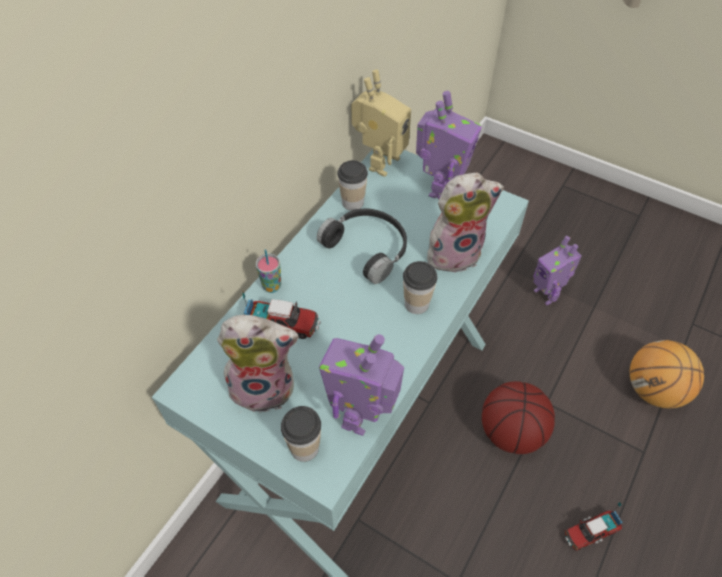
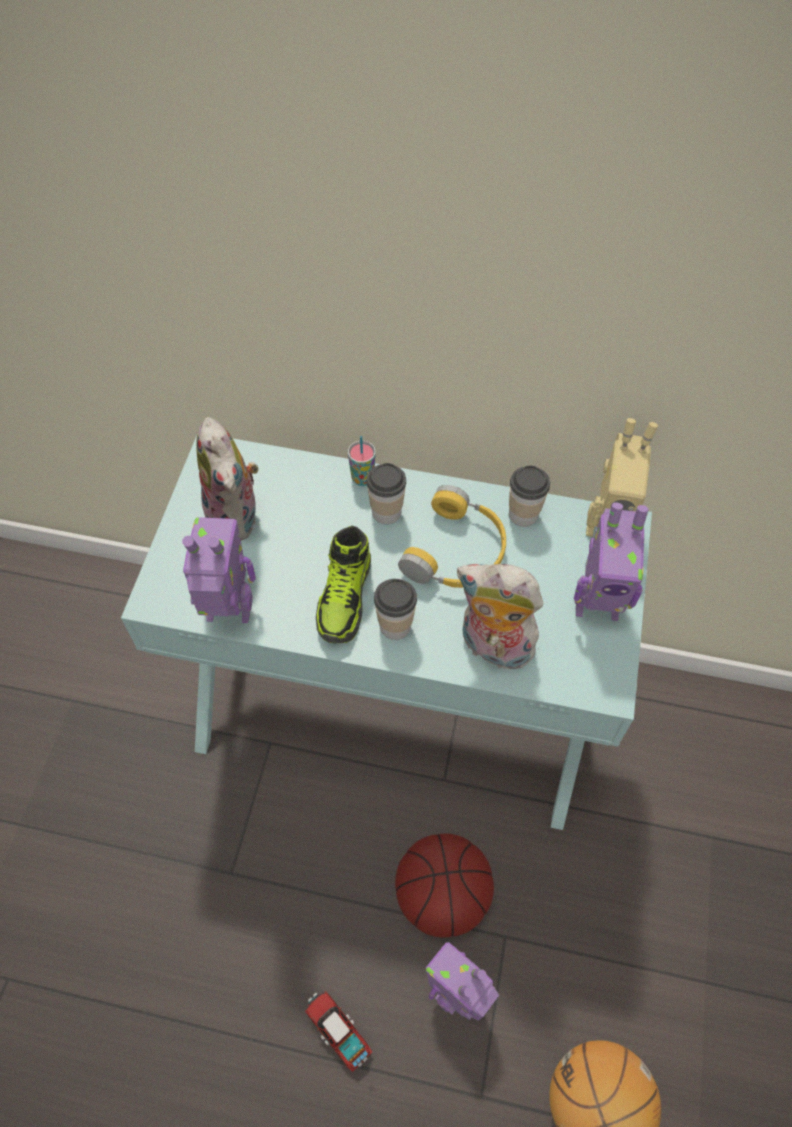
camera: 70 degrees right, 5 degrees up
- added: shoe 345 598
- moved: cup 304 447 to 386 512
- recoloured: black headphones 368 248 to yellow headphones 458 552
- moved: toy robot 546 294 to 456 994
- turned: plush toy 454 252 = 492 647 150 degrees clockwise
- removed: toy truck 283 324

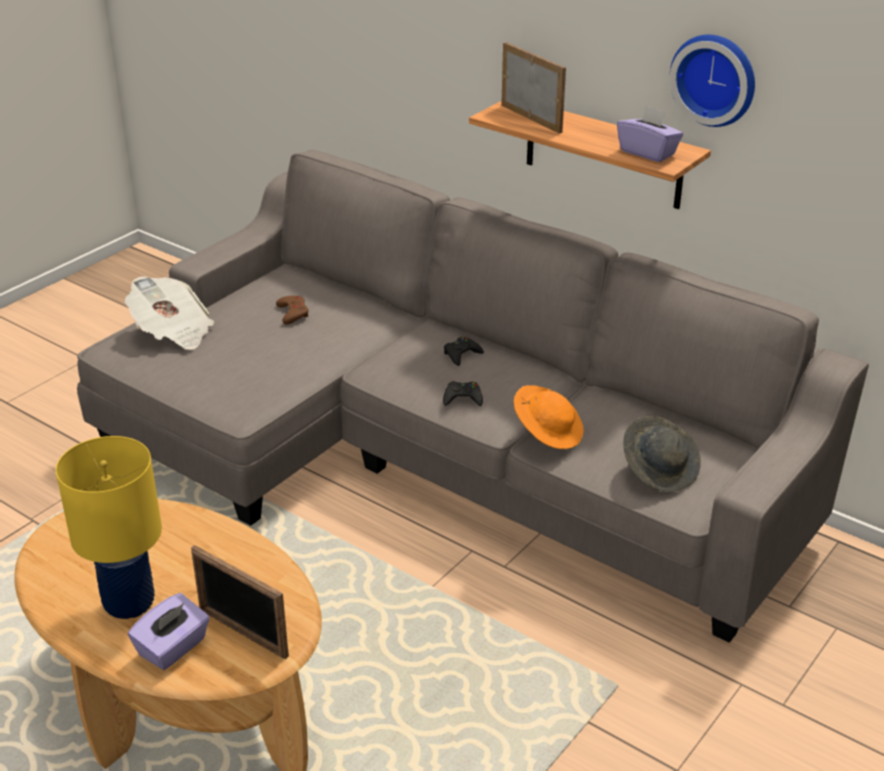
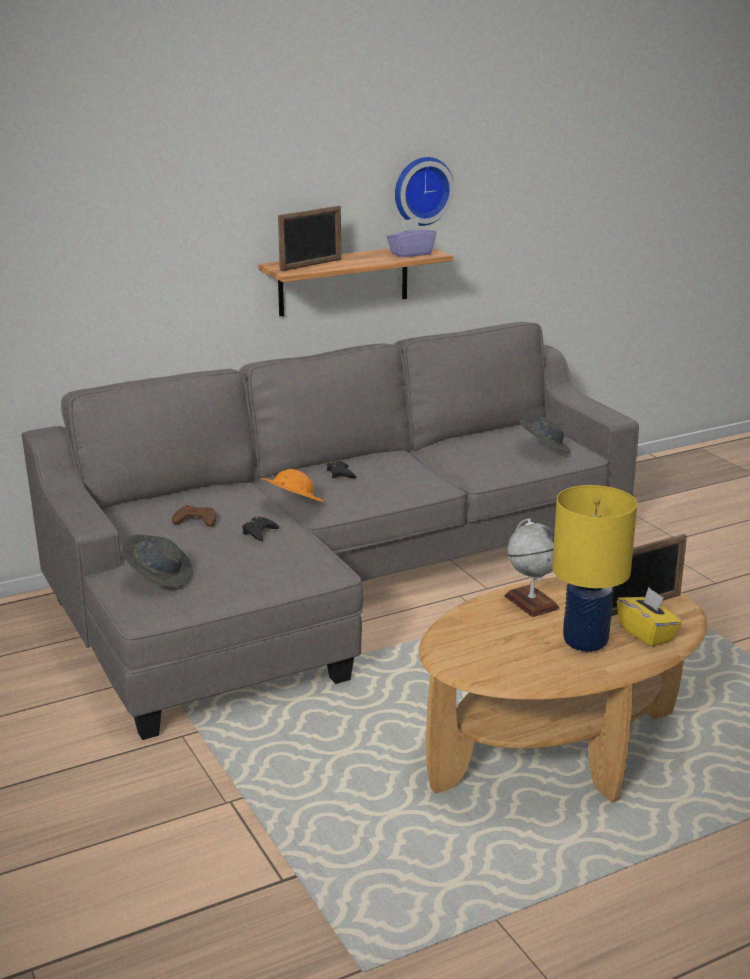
camera: 65 degrees left, 10 degrees down
- replaced: newspaper 173 332 to grey hat 159 576
- moved: black game controller 462 398 to 259 532
- moved: orange hat 548 432 to 292 504
- turned: picture frame 531 118 = 311 265 150 degrees clockwise
- added: globe 531 602
- recoloured: purple tissue box 173 648 to yellow tissue box 647 634

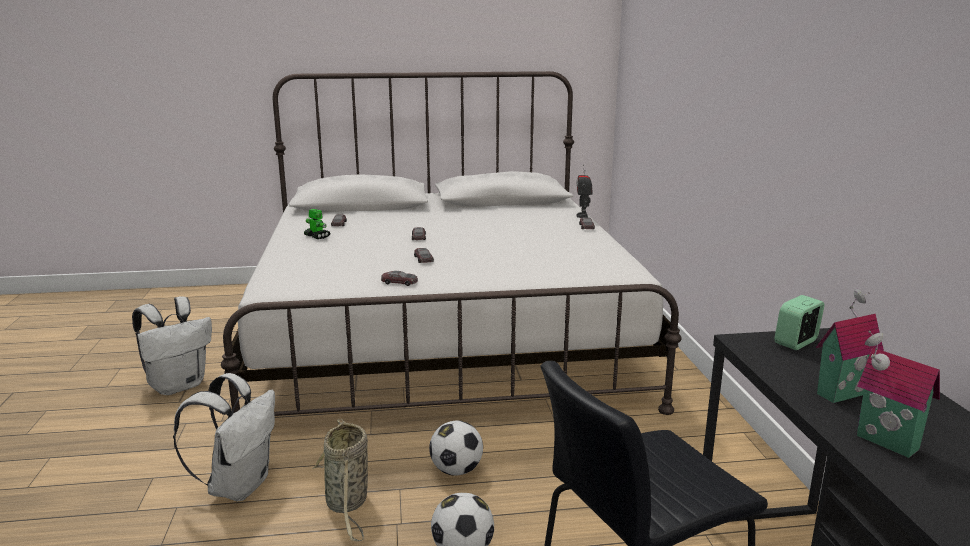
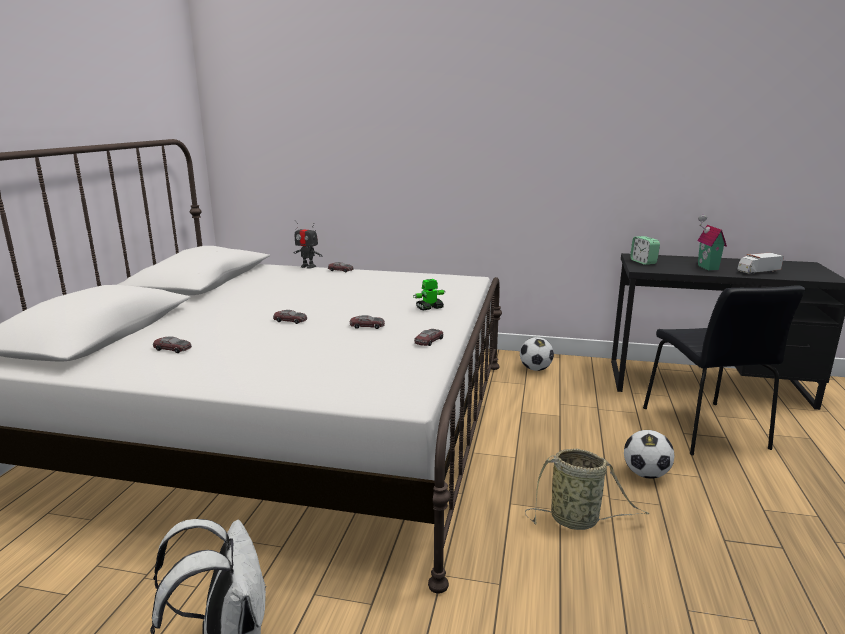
camera: 70 degrees left, 0 degrees up
- moved: toy robot 317 236 to 429 308
- moved: football 456 470 to 535 369
- replaced: toy house 884 443 to toy truck 757 272
- removed: white backpack 239 485

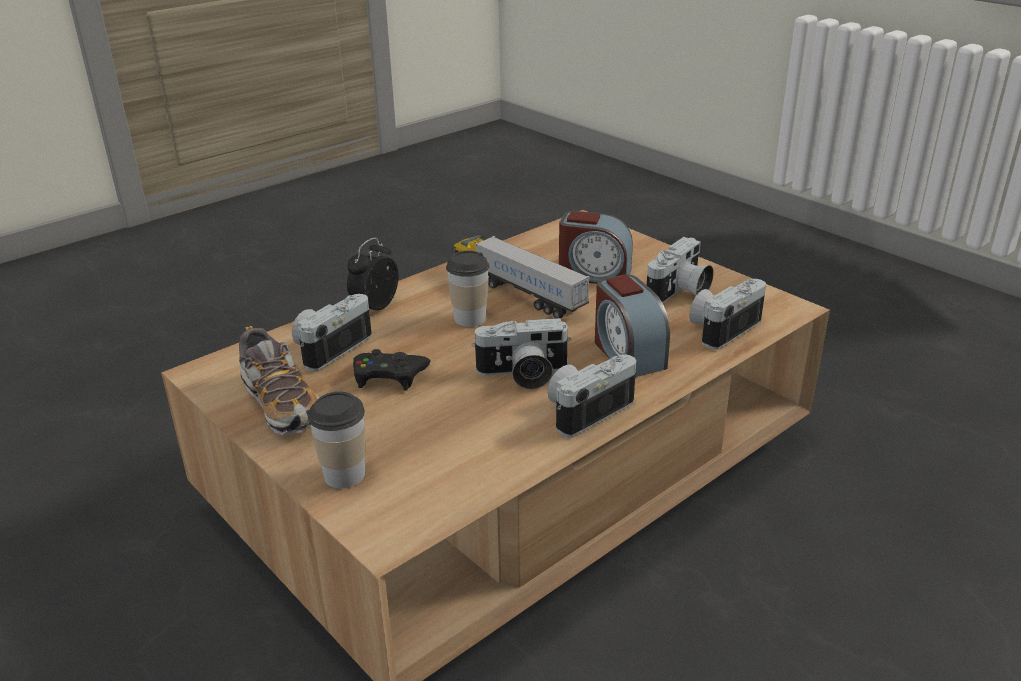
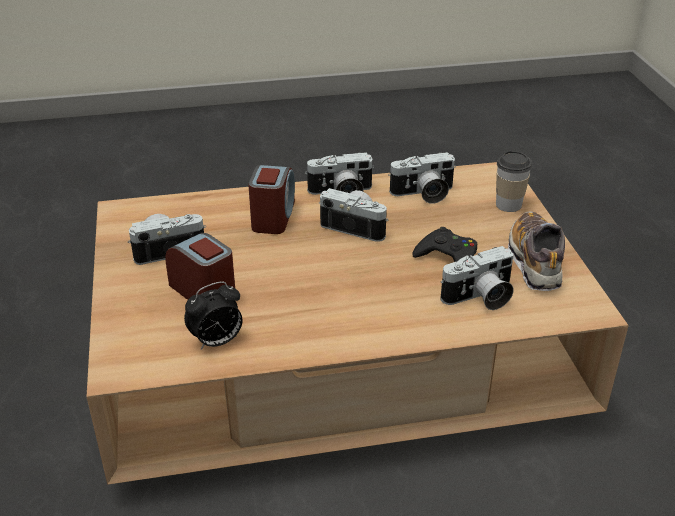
camera: 150 degrees left, 5 degrees up
- moved: alarm clock 375 307 to 217 342
- moved: photo camera 722 328 to 423 194
- removed: cup 469 318
- removed: toy truck 517 292

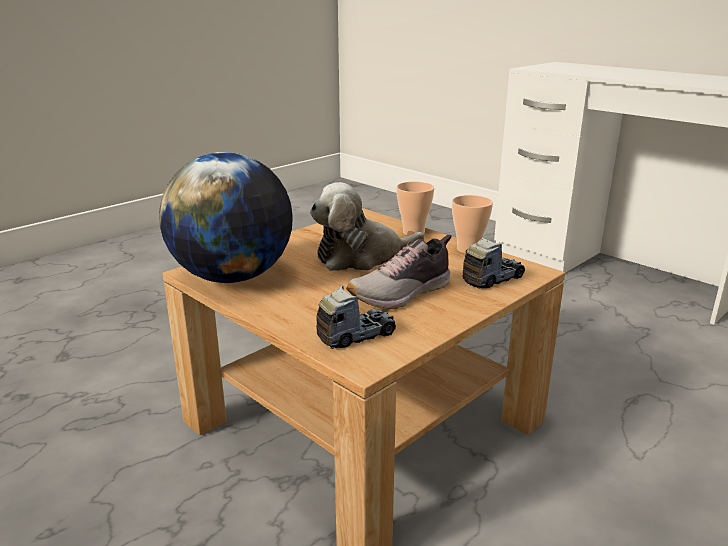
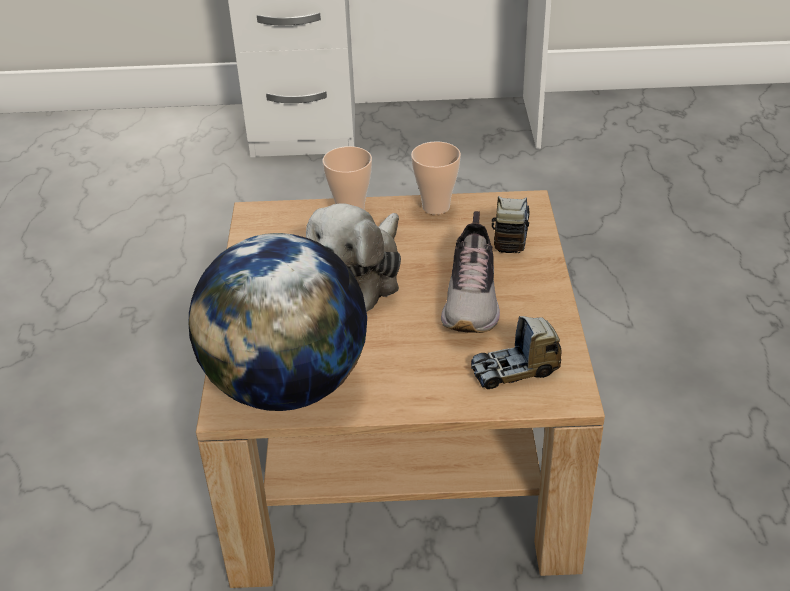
camera: 45 degrees left, 15 degrees up
- turned: toy truck 356 335 = 515 371 120 degrees counterclockwise

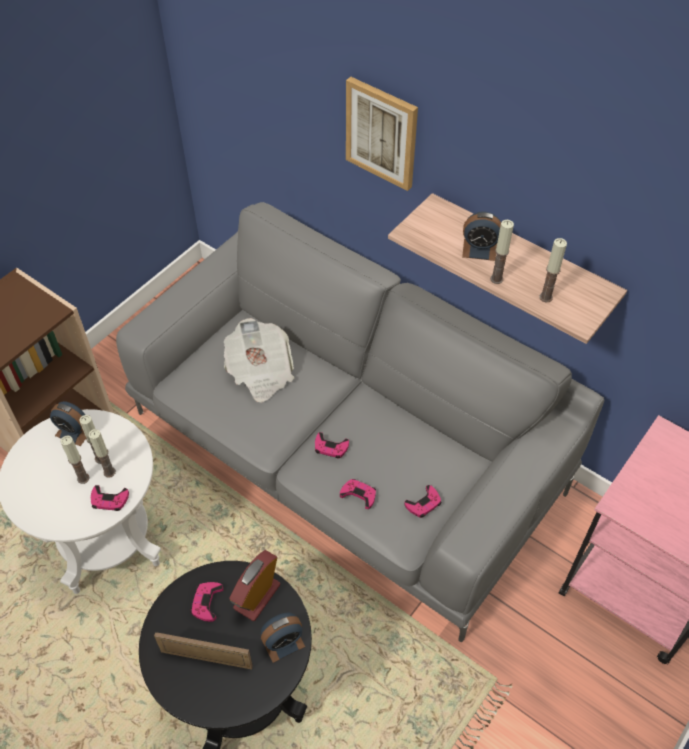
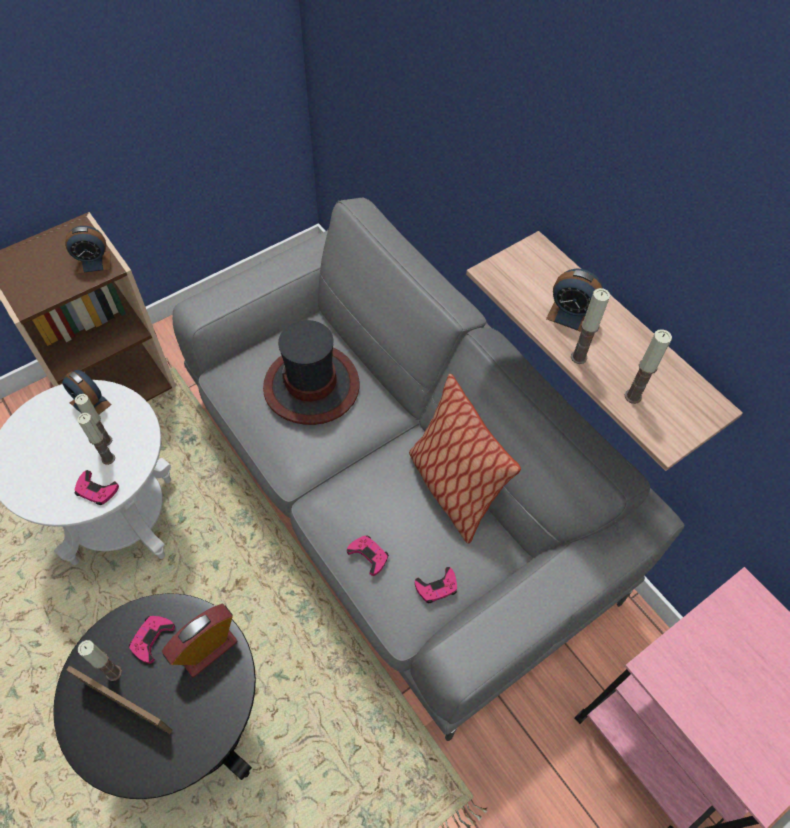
camera: 15 degrees right, 5 degrees up
- moved: alarm clock 283 642 to 94 262
- moved: candle 83 478 to 114 673
- replaced: newspaper 260 372 to hat 312 386
- added: pillow 452 488
- removed: pink game controller 330 447
- removed: picture 382 133

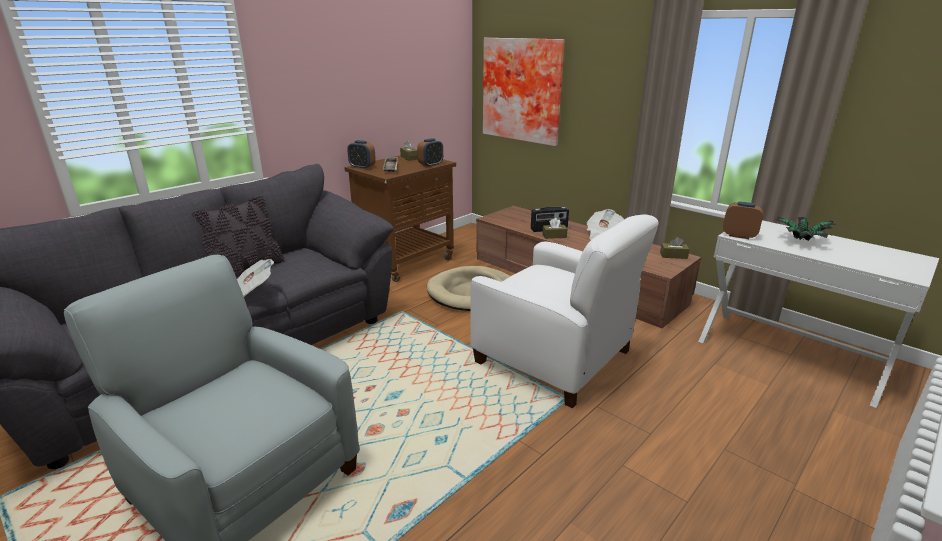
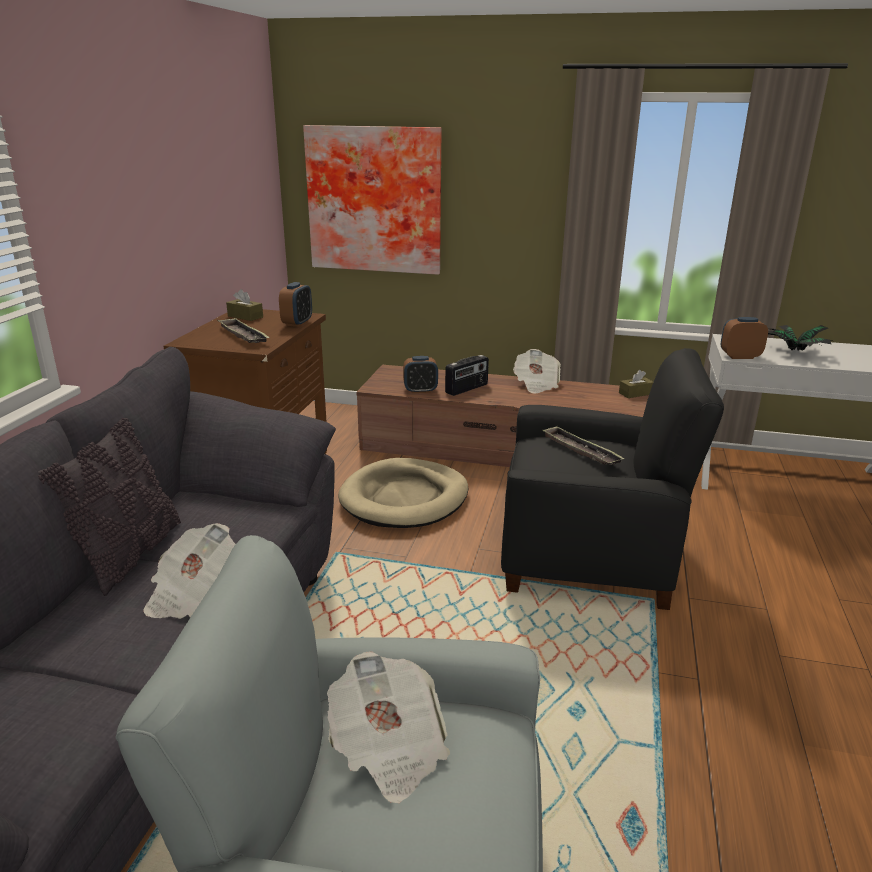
camera: 30 degrees left, 0 degrees up
- added: newspaper 389 748
- moved: alarm clock 362 167 to 420 390
- recoloured: white armchair 555 358 to black armchair 589 554
- added: tray 580 451
- removed: brown tissue box 554 236

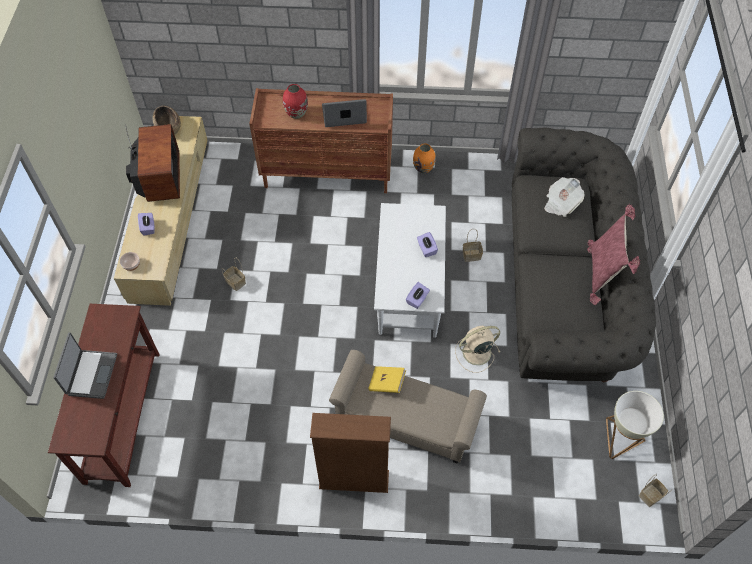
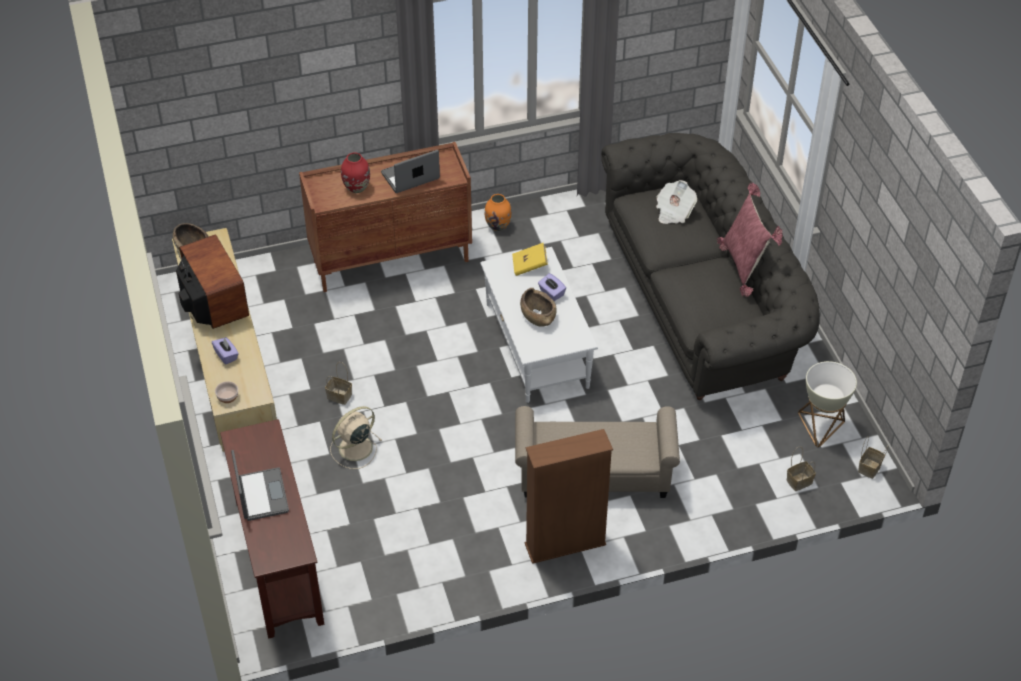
camera: 20 degrees left, 10 degrees down
- moved: beige fan 475 353 to 354 449
- moved: yellow book 387 383 to 529 266
- added: brown bowl 537 315
- moved: basket 472 255 to 799 481
- removed: purple tissue box 417 300

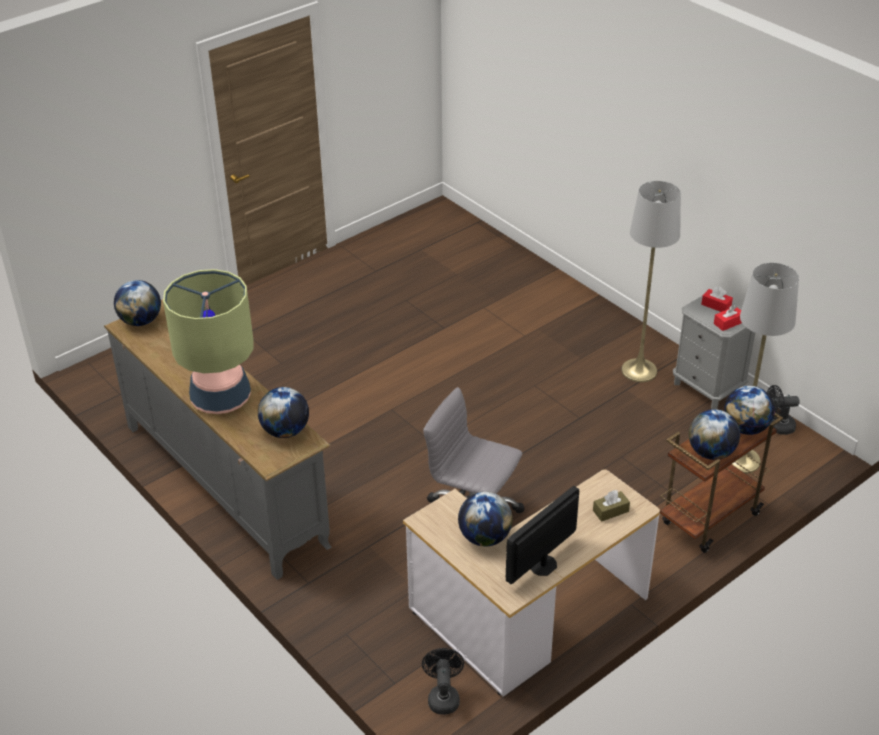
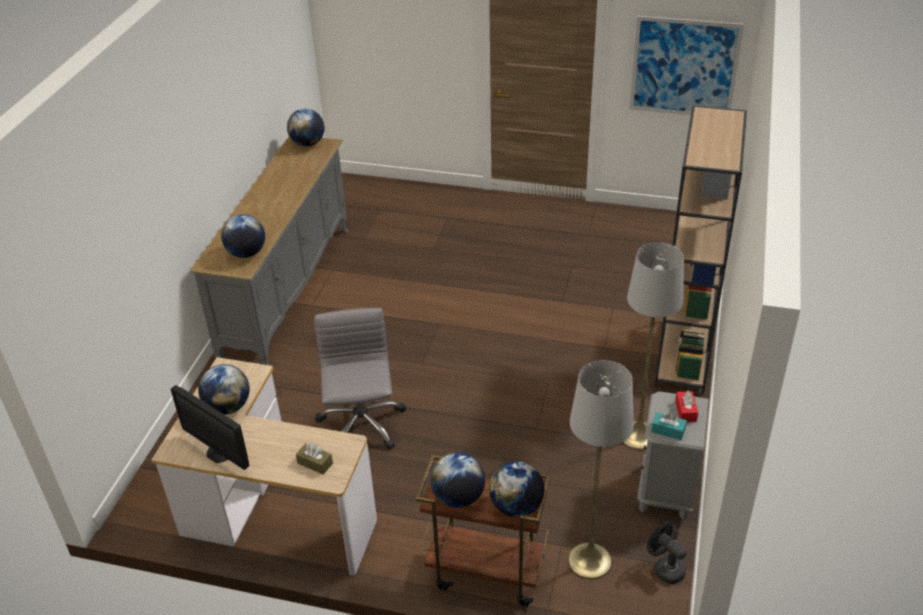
camera: 55 degrees right, 0 degrees up
- turned: monitor 543 565 = 219 453 150 degrees counterclockwise
- added: picture 684 67
- recoloured: red tissue box 728 323 to turquoise tissue box 668 430
- added: bookcase 684 356
- removed: table lamp 221 398
- removed: black fan 443 697

